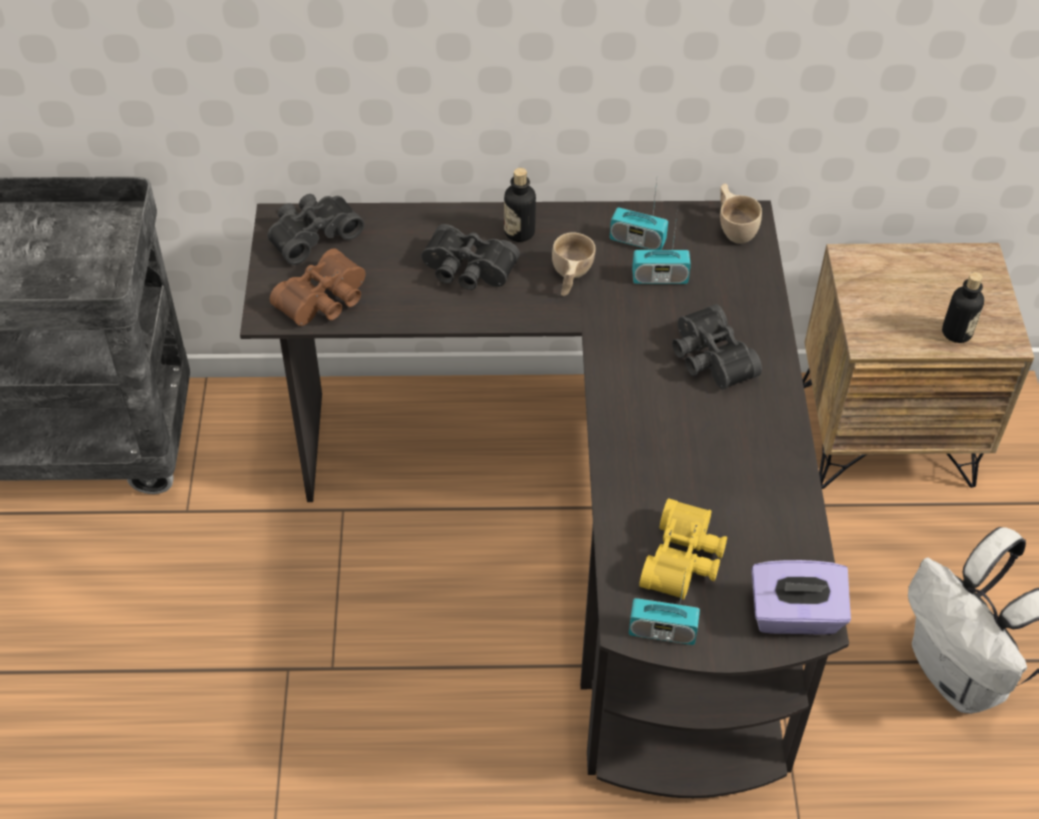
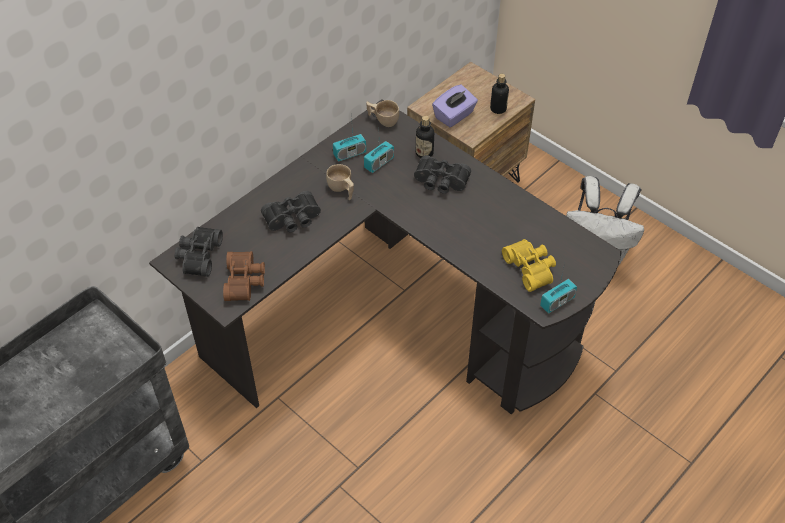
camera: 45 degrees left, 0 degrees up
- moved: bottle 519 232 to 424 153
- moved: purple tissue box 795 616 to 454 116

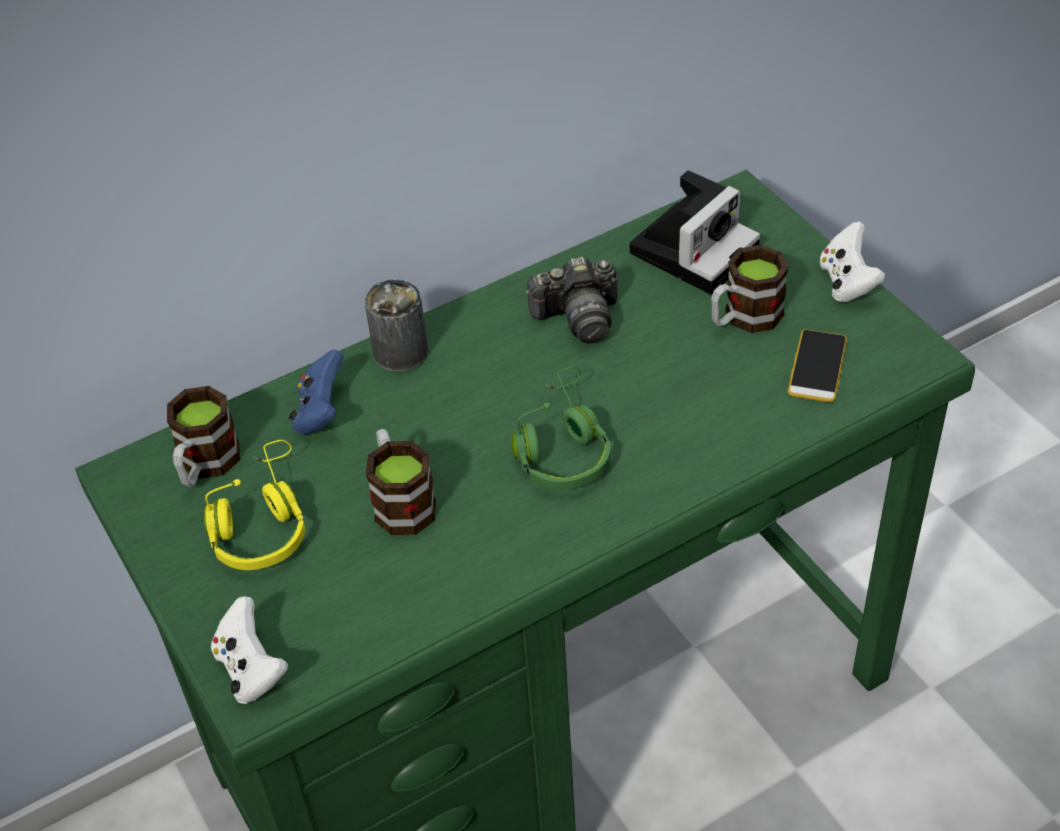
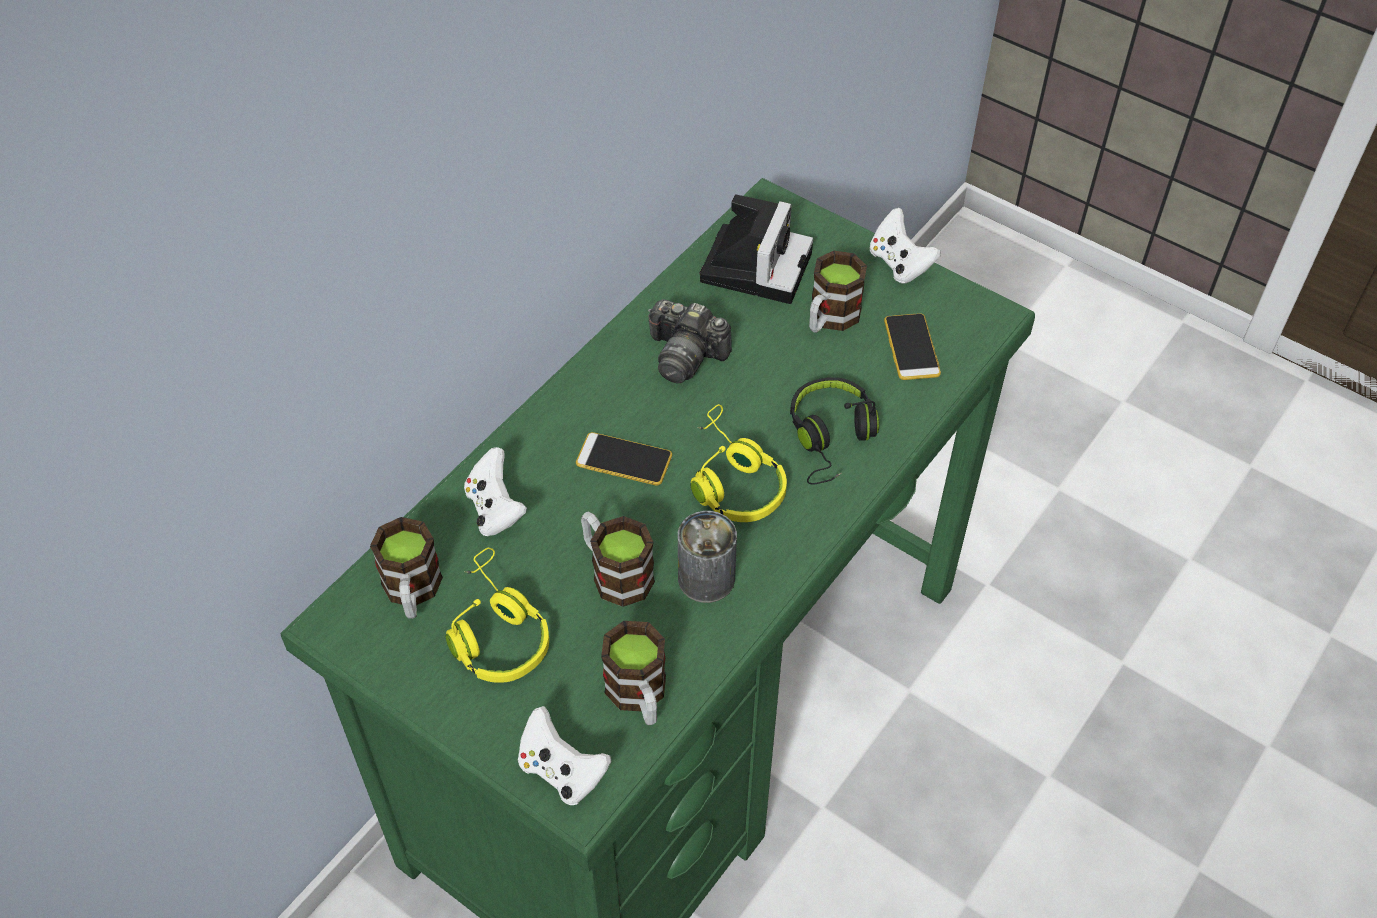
camera: 25 degrees left, 5 degrees up
- recoloured: blue game controller 320 412 to white game controller 495 509
- added: phone 624 460
- added: mug 639 696
- turned: photo camera 578 318 = 685 355 60 degrees clockwise
- moved: can 400 352 to 706 578
- recoloured: green headphones 561 447 to yellow headphones 732 480
- added: black headphones 831 438

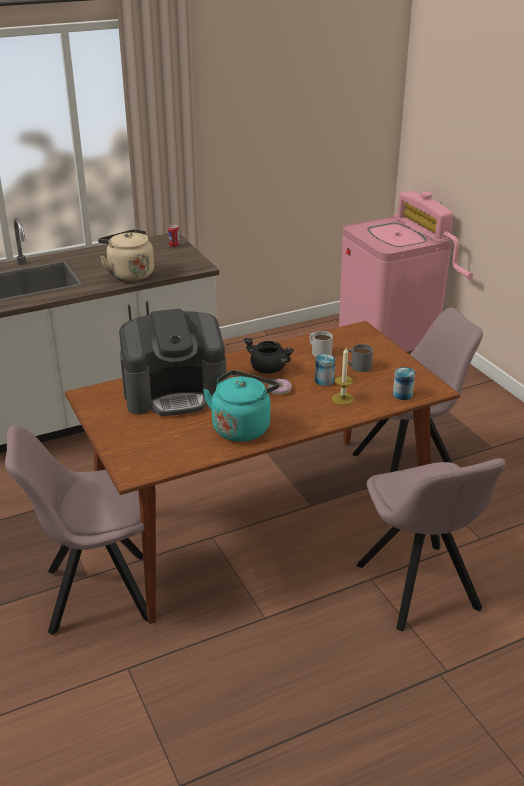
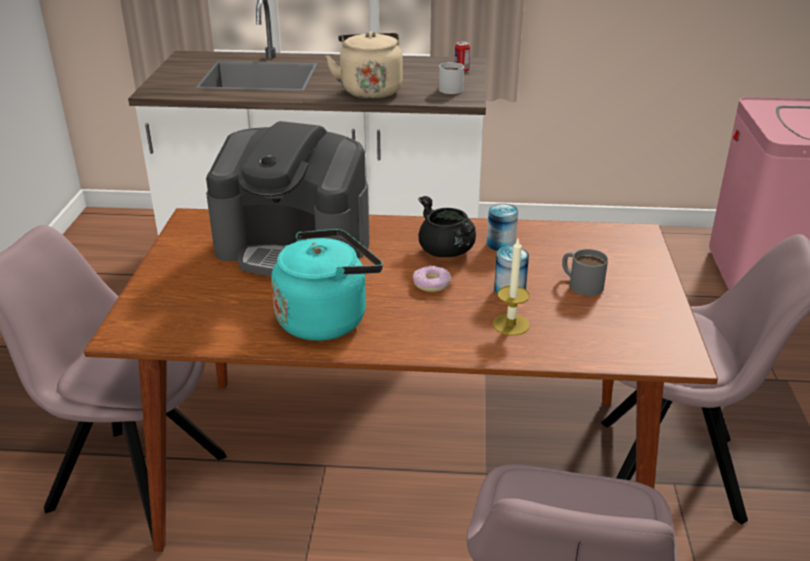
camera: 30 degrees right, 0 degrees up
- moved: white mug 319 351 to 450 88
- moved: can 402 394 to 501 244

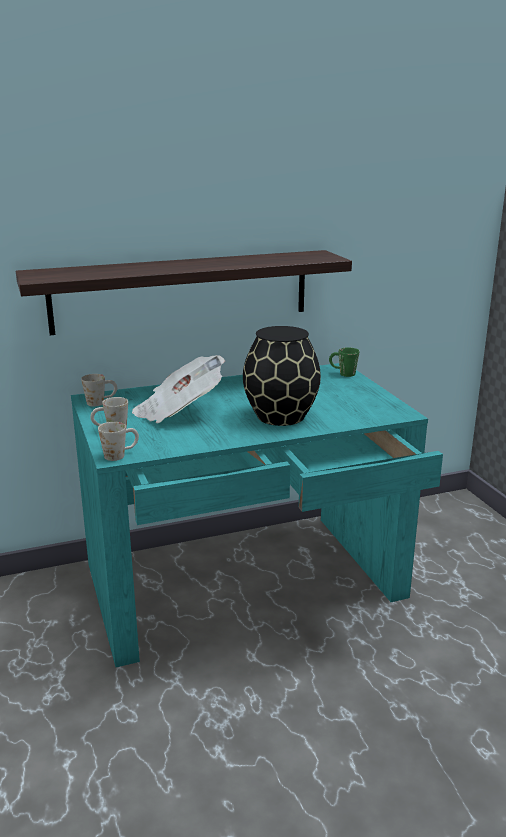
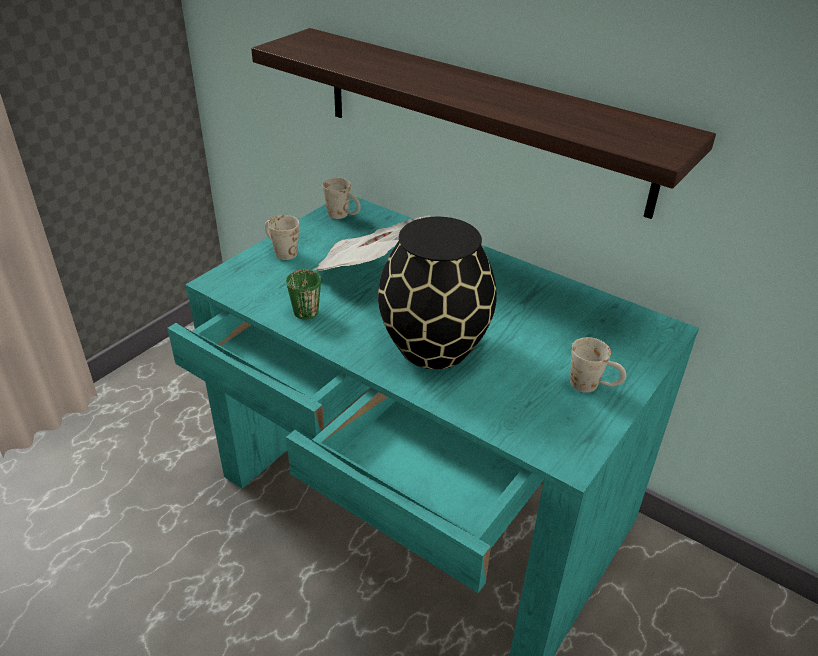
camera: 55 degrees right, 15 degrees up
- moved: green mug 342 373 to 306 307
- moved: white mug 120 455 to 593 386

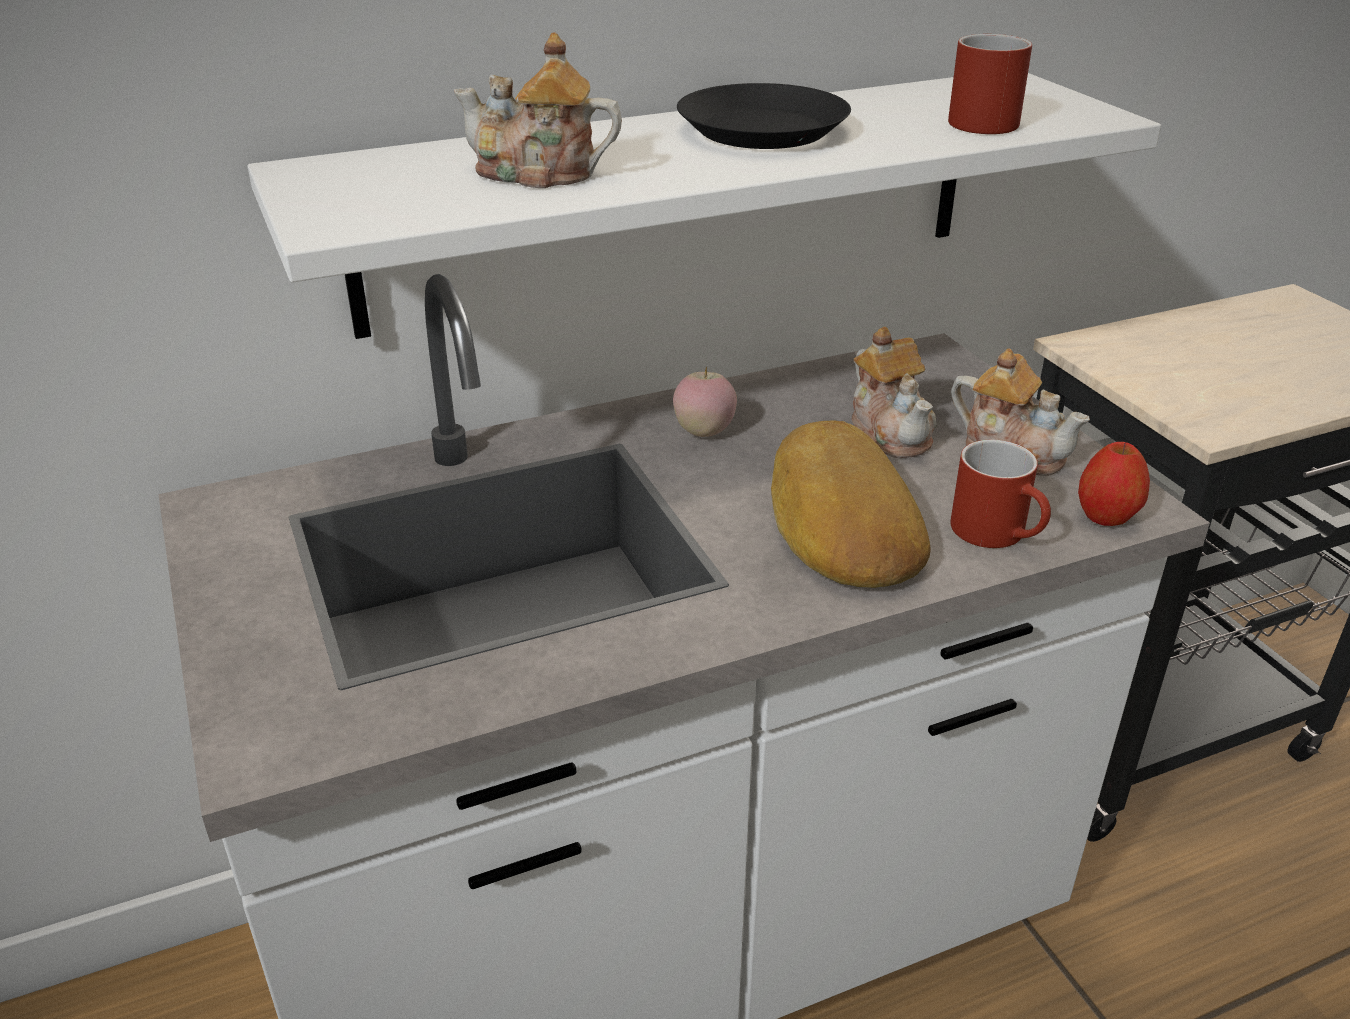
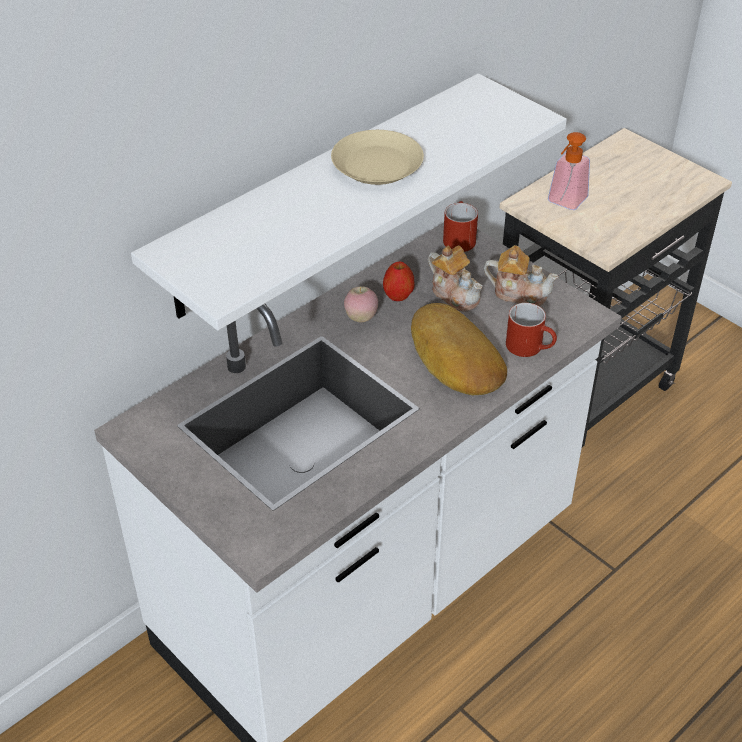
camera: 20 degrees left, 10 degrees up
- recoloured: black plate 761 130 to beige plate 376 166
- moved: apple 1106 517 to 398 296
- moved: red mug 983 120 to 458 238
- added: soap dispenser 564 203
- removed: teapot 538 173

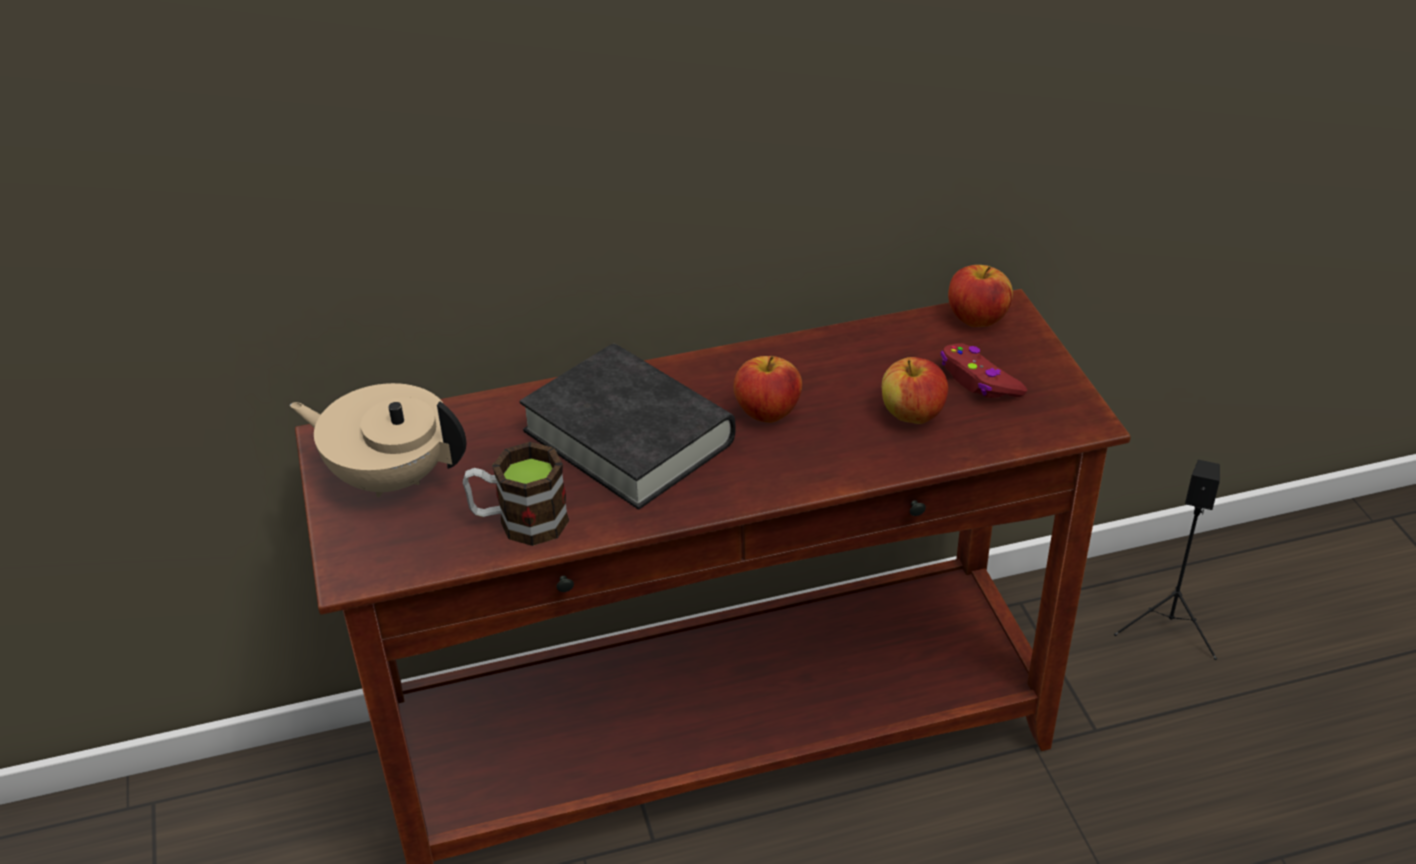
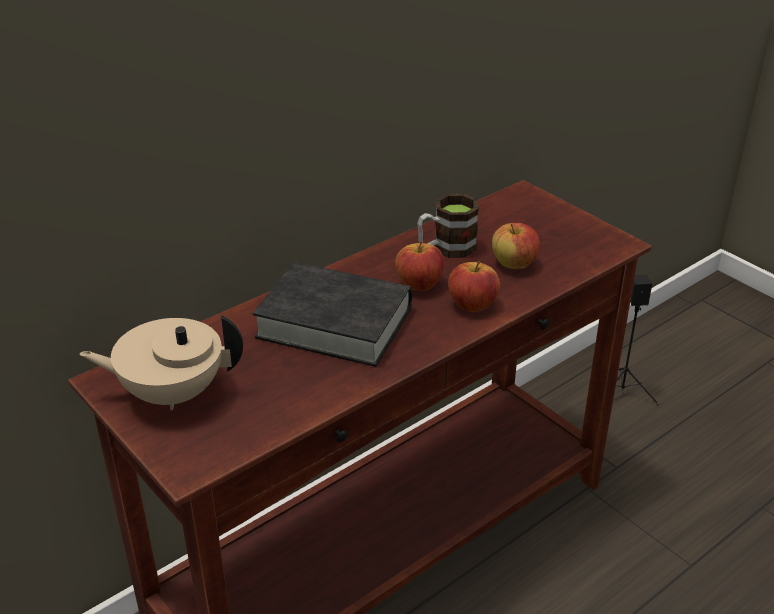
camera: 25 degrees left, 5 degrees down
- moved: mug 519 522 to 446 248
- moved: apple 977 319 to 472 305
- removed: red game controller 979 381

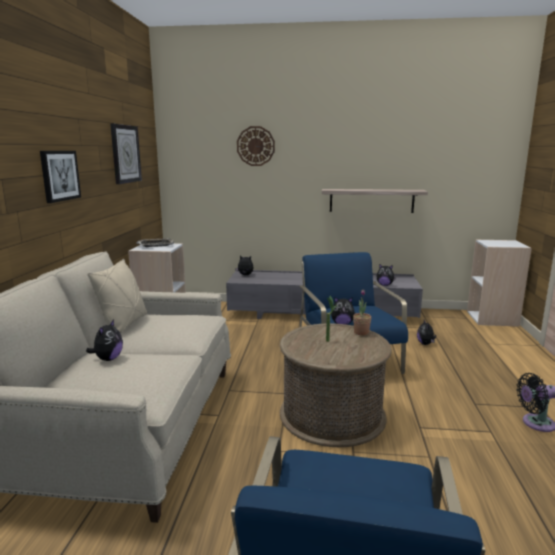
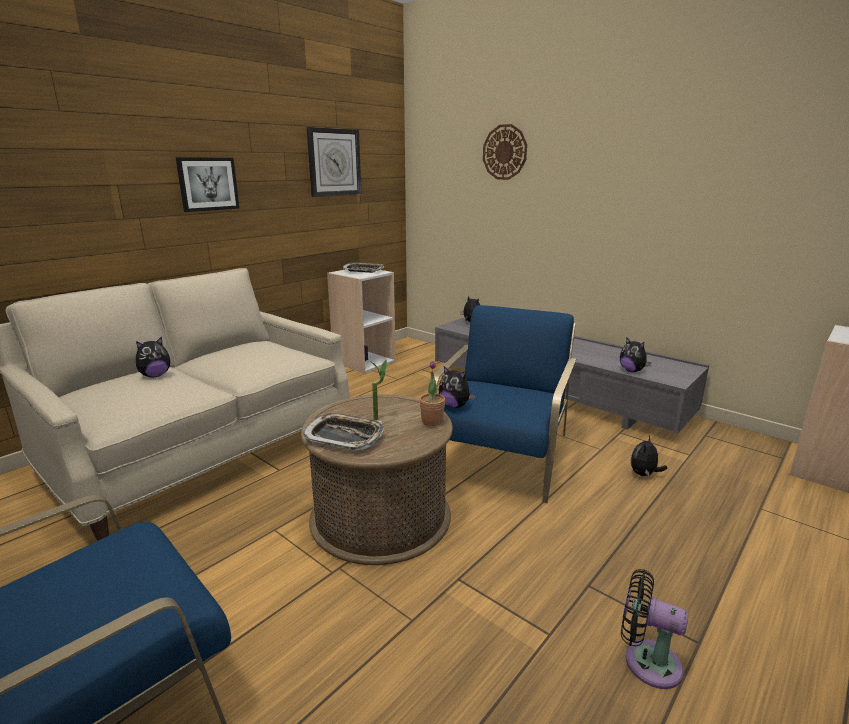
camera: 35 degrees right, 5 degrees up
- added: tray 344 436
- removed: beige pillow 124 325
- removed: shelf 371 200

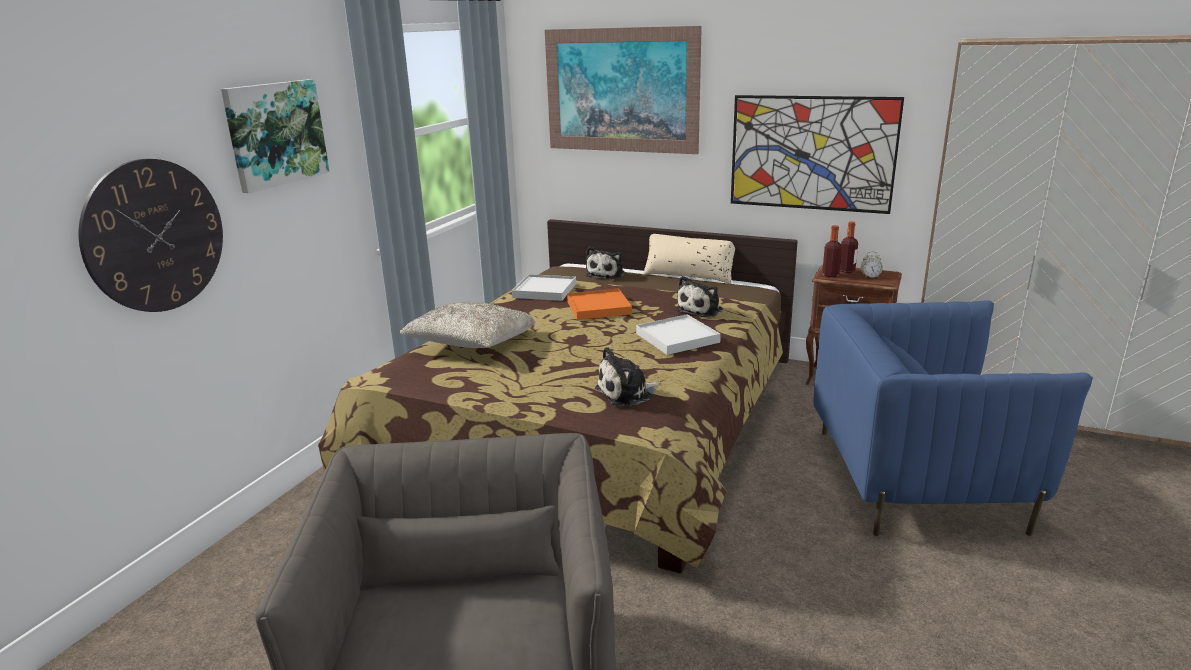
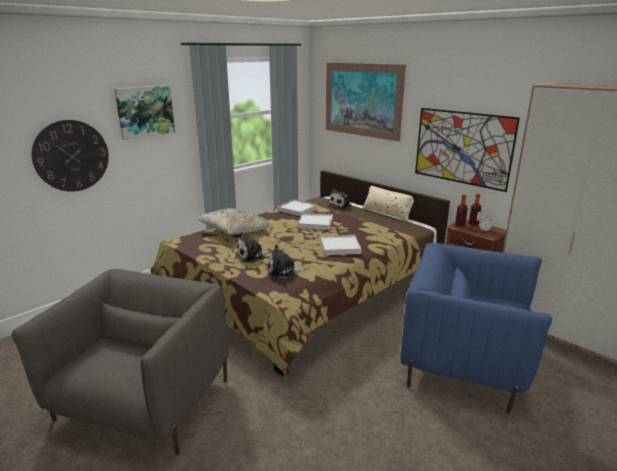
camera: 20 degrees right, 0 degrees up
- moved: plush toy 701 310 to 252 256
- recoloured: orange tray 598 307 to white tray 315 223

